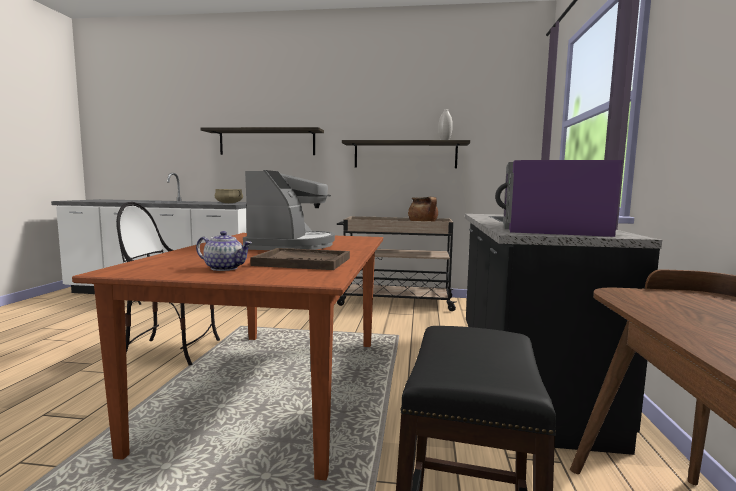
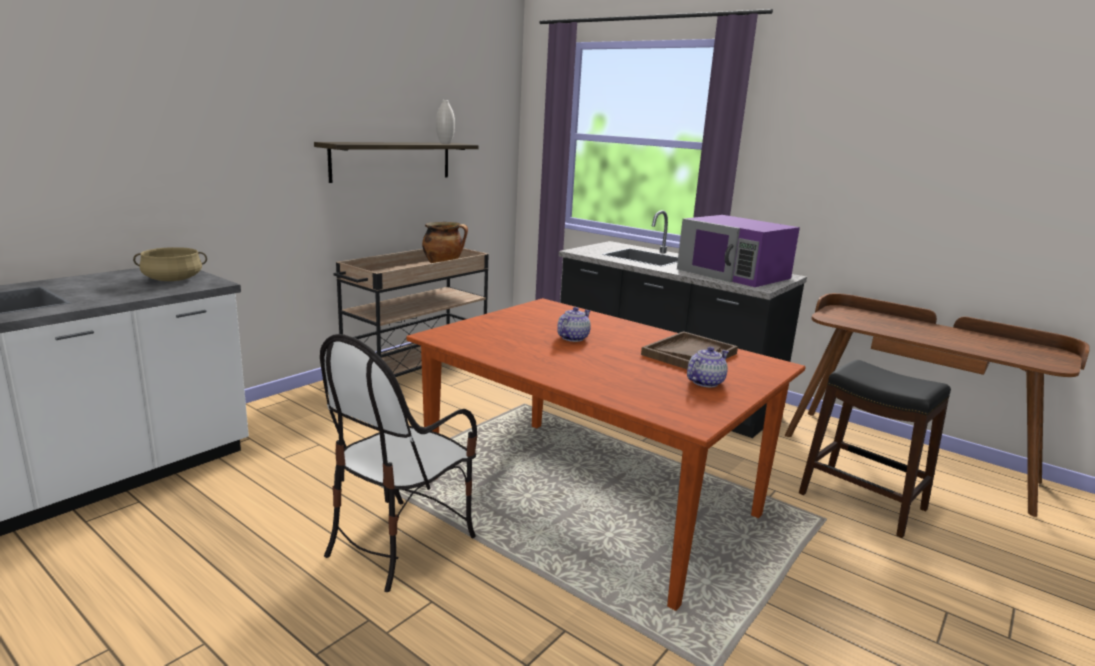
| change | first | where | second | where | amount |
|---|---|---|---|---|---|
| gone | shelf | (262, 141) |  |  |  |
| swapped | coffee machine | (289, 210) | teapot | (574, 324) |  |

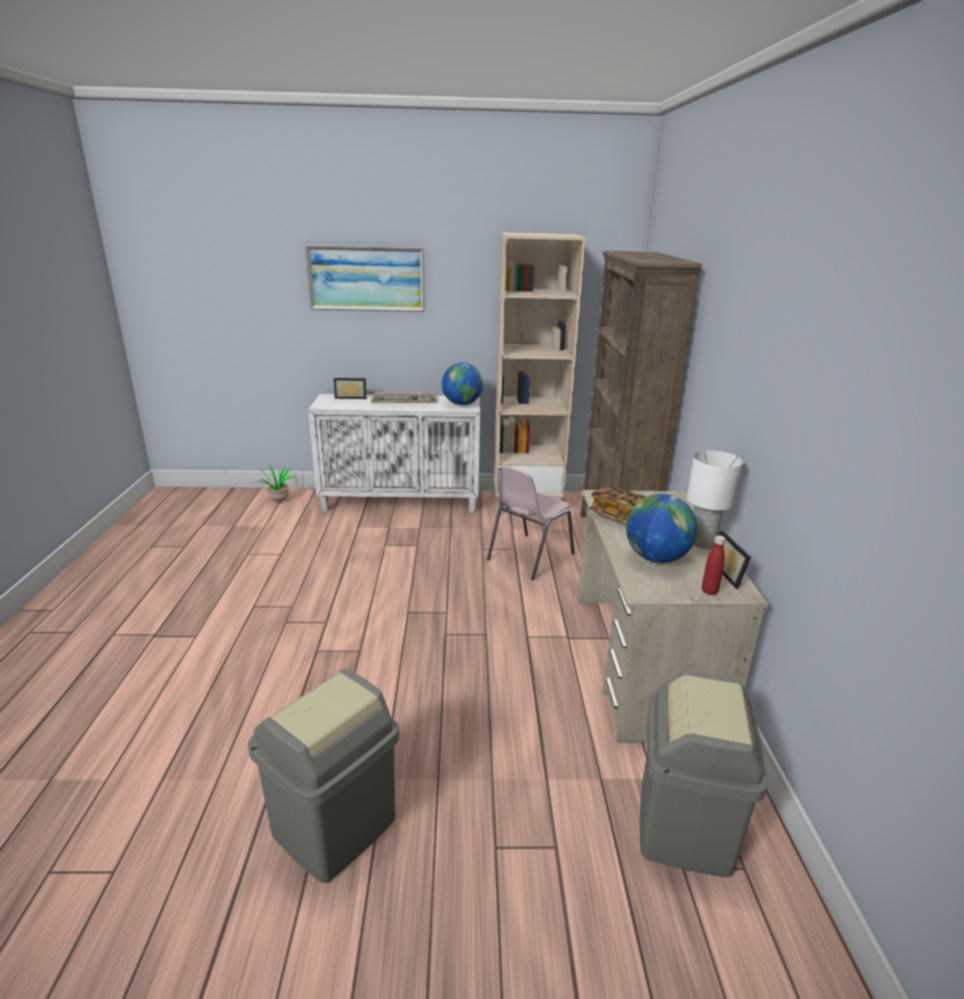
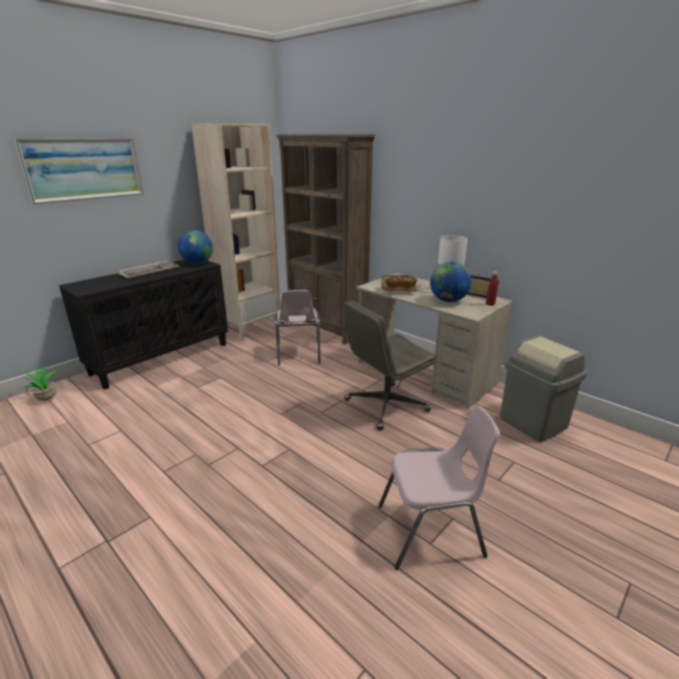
| change | first | where | second | where | amount |
|---|---|---|---|---|---|
| gone | picture frame | (350, 388) |  |  |  |
| repainted | white cabinet | (394, 453) | black cabinet | (143, 325) |  |
| swapped | grey trash can | (323, 776) | pink chair | (439, 488) |  |
| new |  |  | grey office chair | (390, 365) |  |

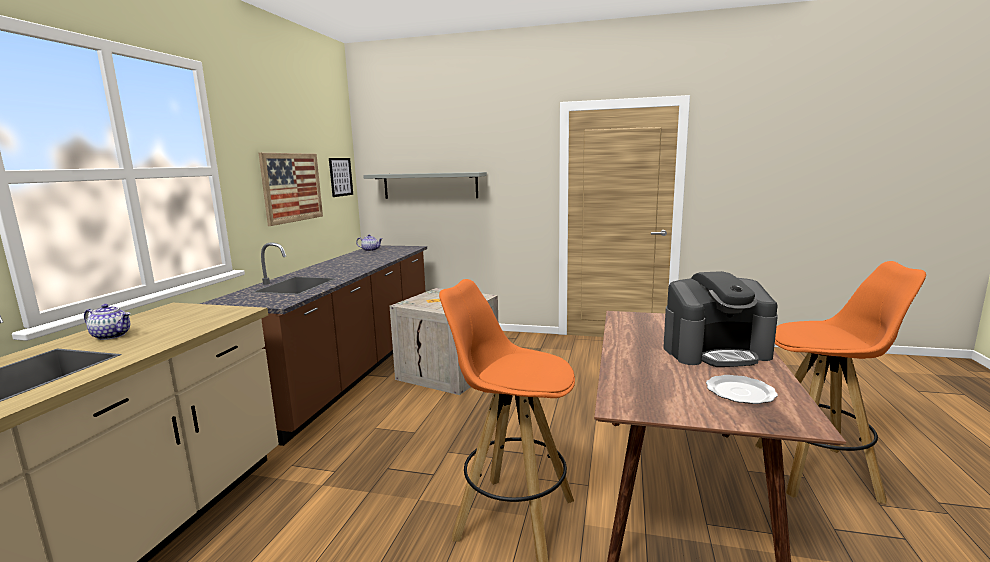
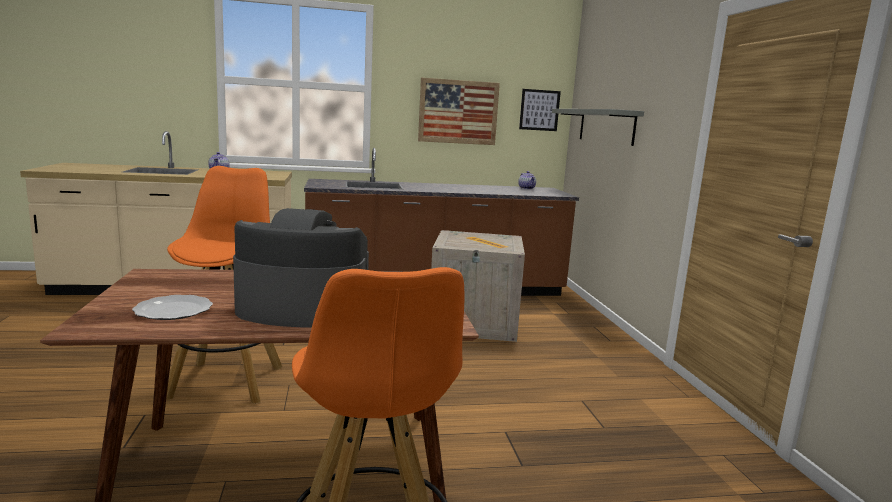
| change | first | where | second | where | amount |
|---|---|---|---|---|---|
| rotated | coffee machine | (720, 319) |  | (301, 268) | 120 degrees clockwise |

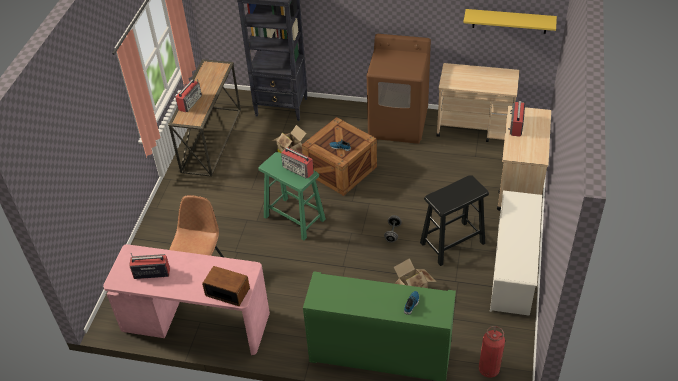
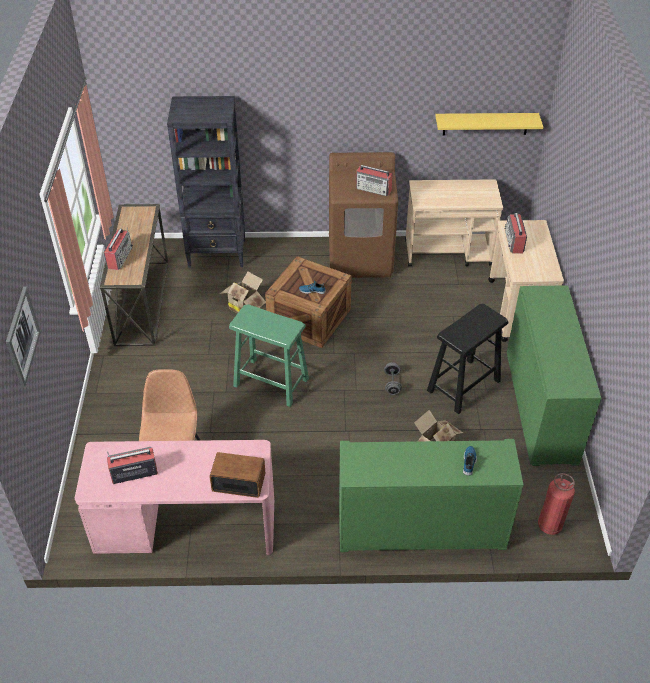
| change | first | where | second | where | amount |
|---|---|---|---|---|---|
| shifted | radio | (297, 162) |  | (374, 180) |  |
| swapped | white shoe rack | (516, 253) | green cabinet | (554, 375) |  |
| new |  |  | picture | (23, 337) |  |

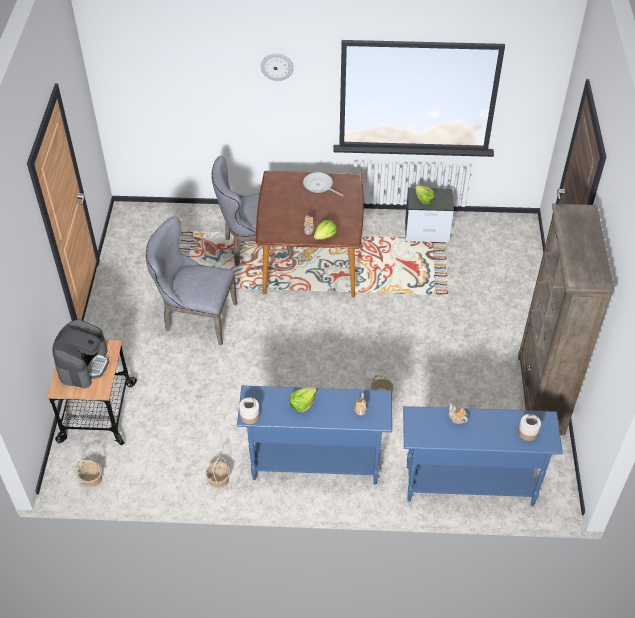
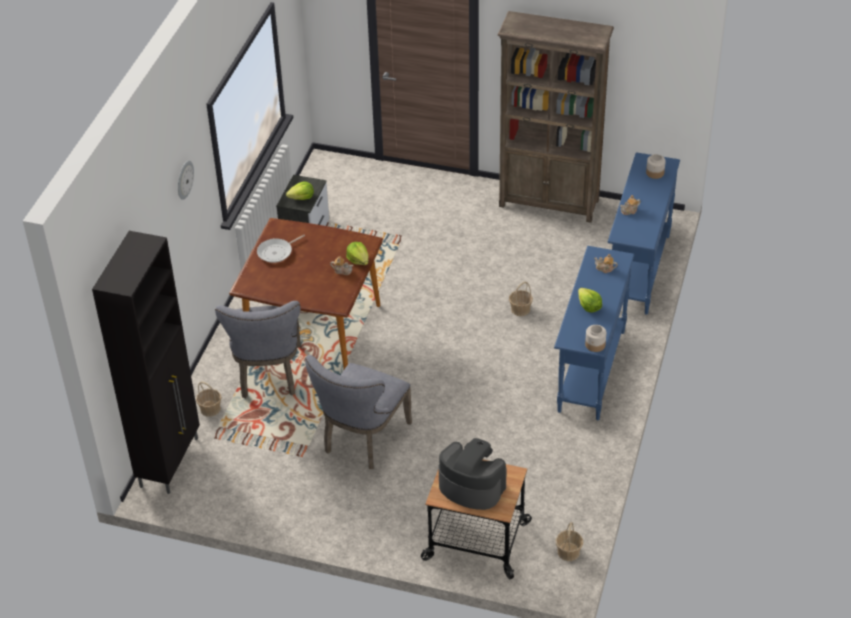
| change | first | where | second | where | amount |
|---|---|---|---|---|---|
| shifted | basket | (218, 472) |  | (209, 399) |  |
| new |  |  | black cabinet | (146, 362) |  |

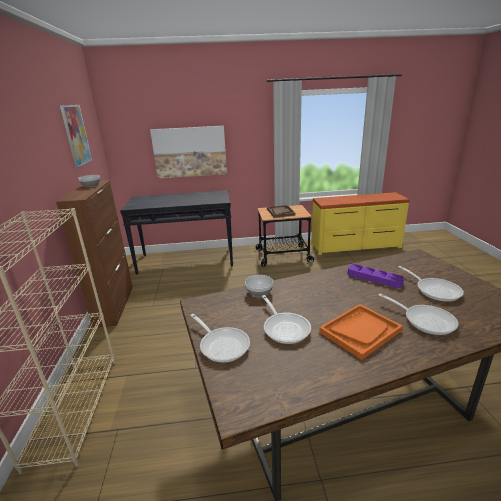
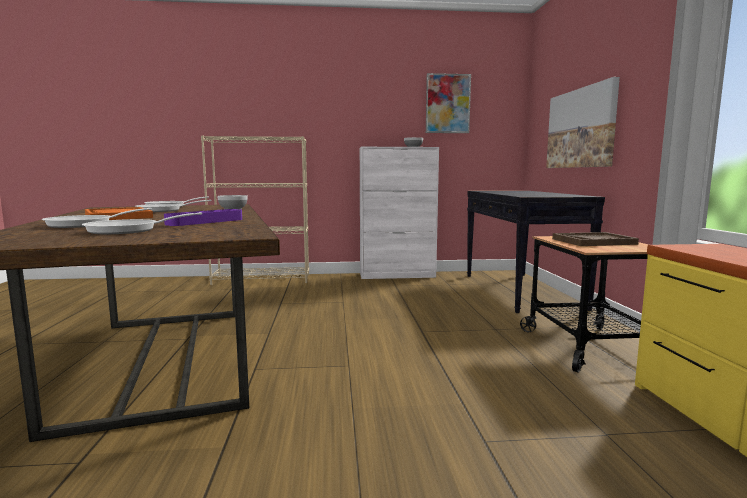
| change | first | where | second | where | amount |
|---|---|---|---|---|---|
| repainted | brown cabinet | (94, 254) | white cabinet | (399, 213) |  |

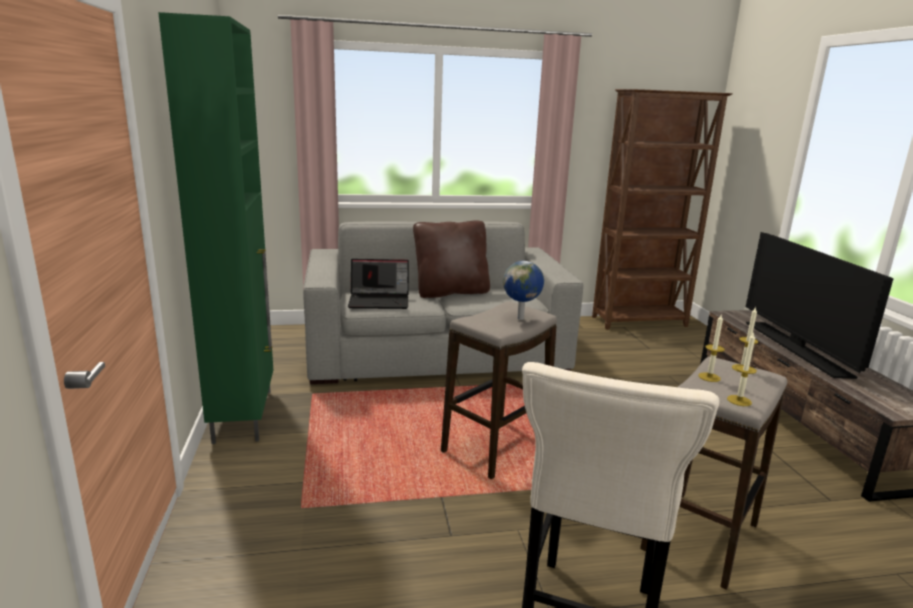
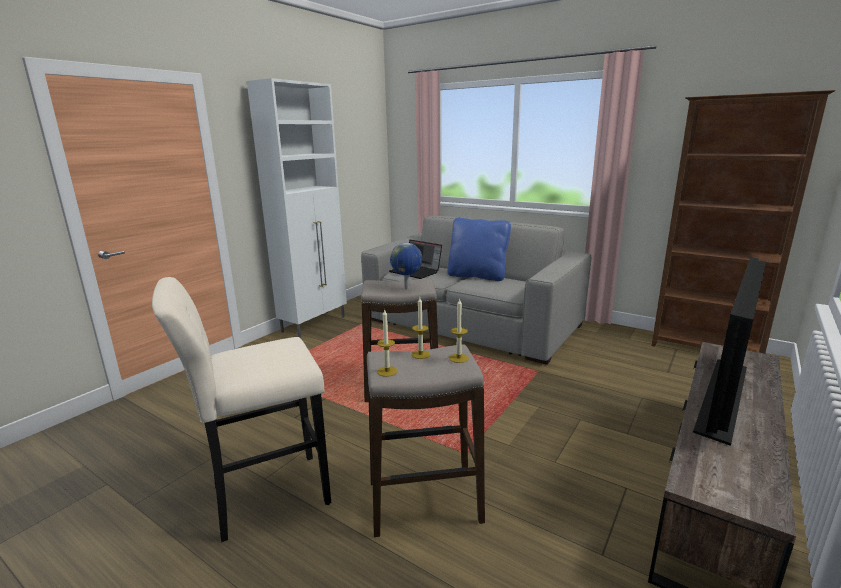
| change | first | where | second | where | amount |
|---|---|---|---|---|---|
| repainted | green cabinet | (215, 228) | white cabinet | (297, 208) |  |
| repainted | brown pillow | (451, 259) | blue pillow | (479, 249) |  |

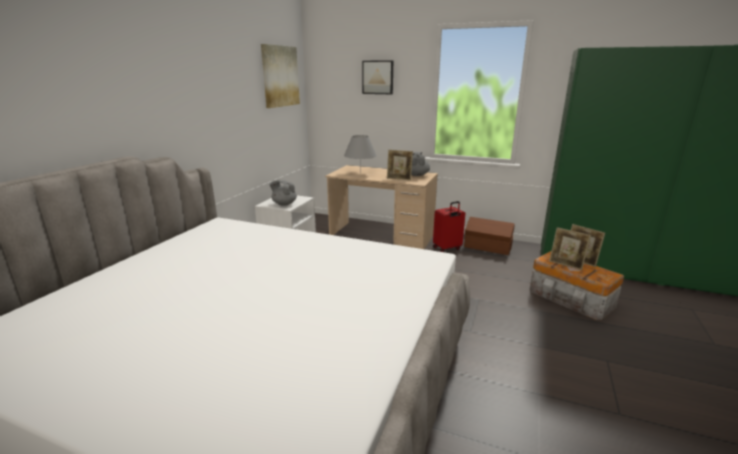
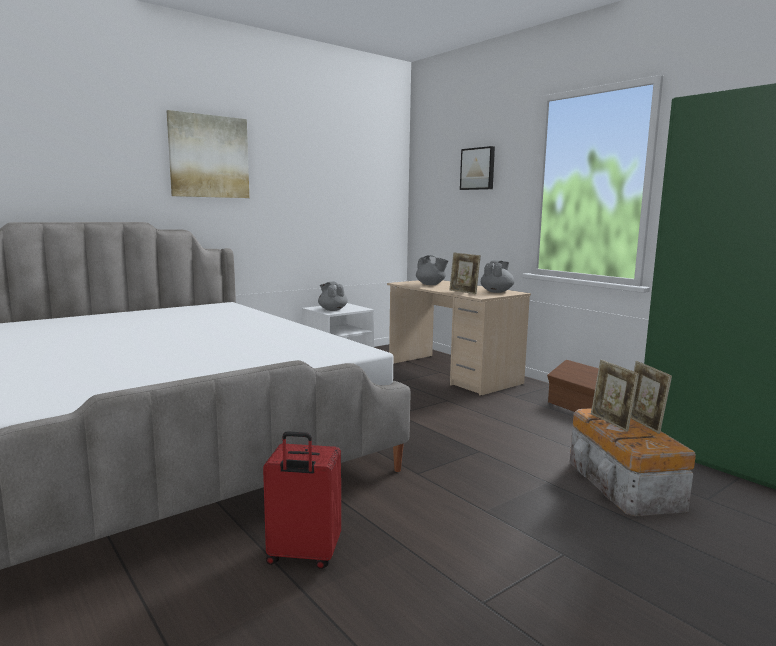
| change | first | where | second | where | amount |
|---|---|---|---|---|---|
| shifted | picture | (280, 76) |  | (208, 154) |  |
| swapped | grey table lamp | (360, 154) | grey teapot | (432, 270) |  |
| shifted | red suitcase | (449, 226) |  | (302, 500) |  |

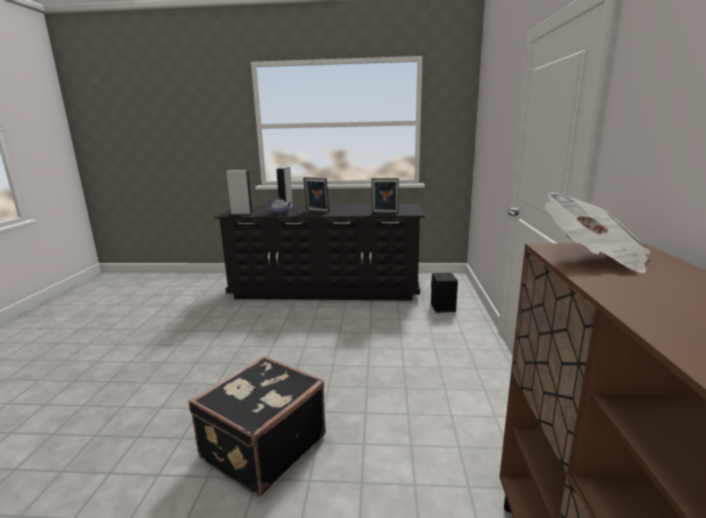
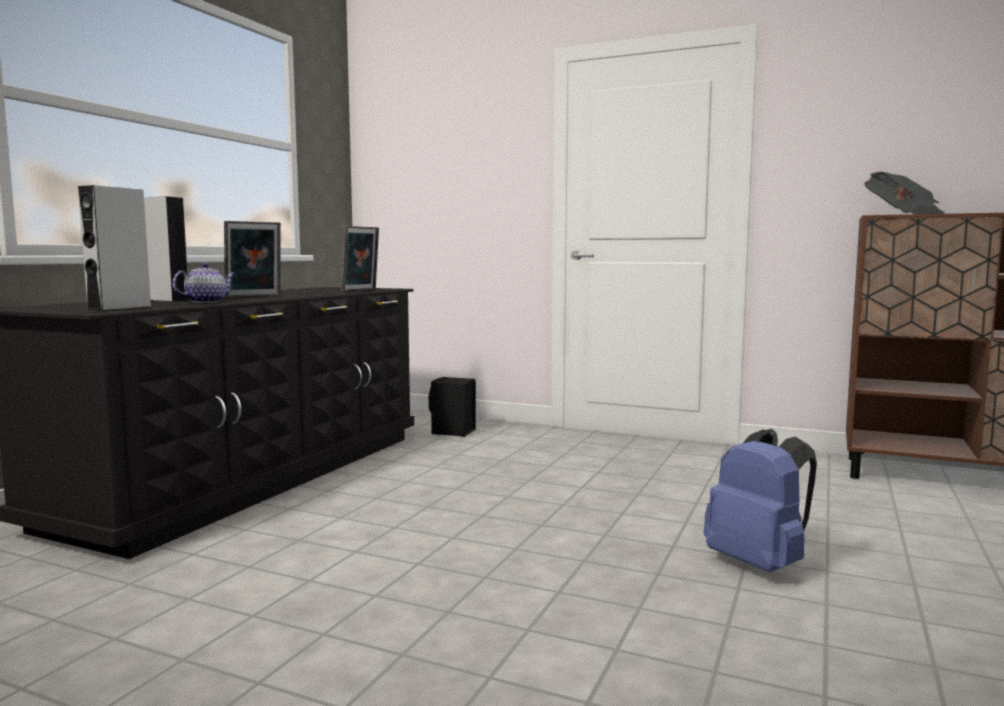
| change | first | where | second | where | amount |
|---|---|---|---|---|---|
| swapped | black suitcase | (257, 426) | blue backpack | (760, 500) |  |

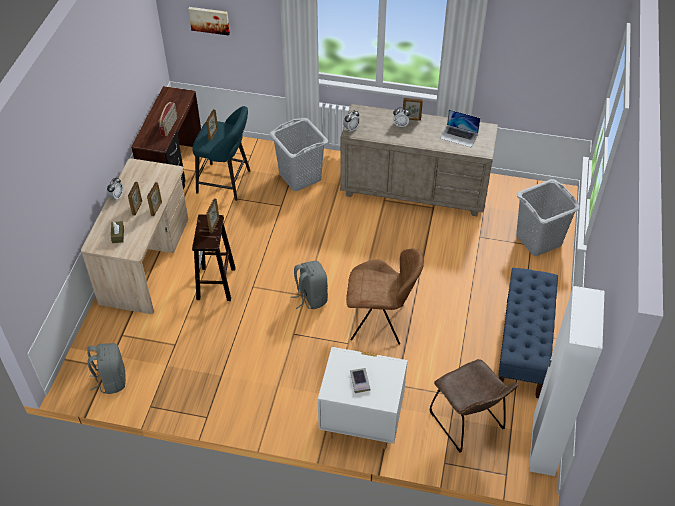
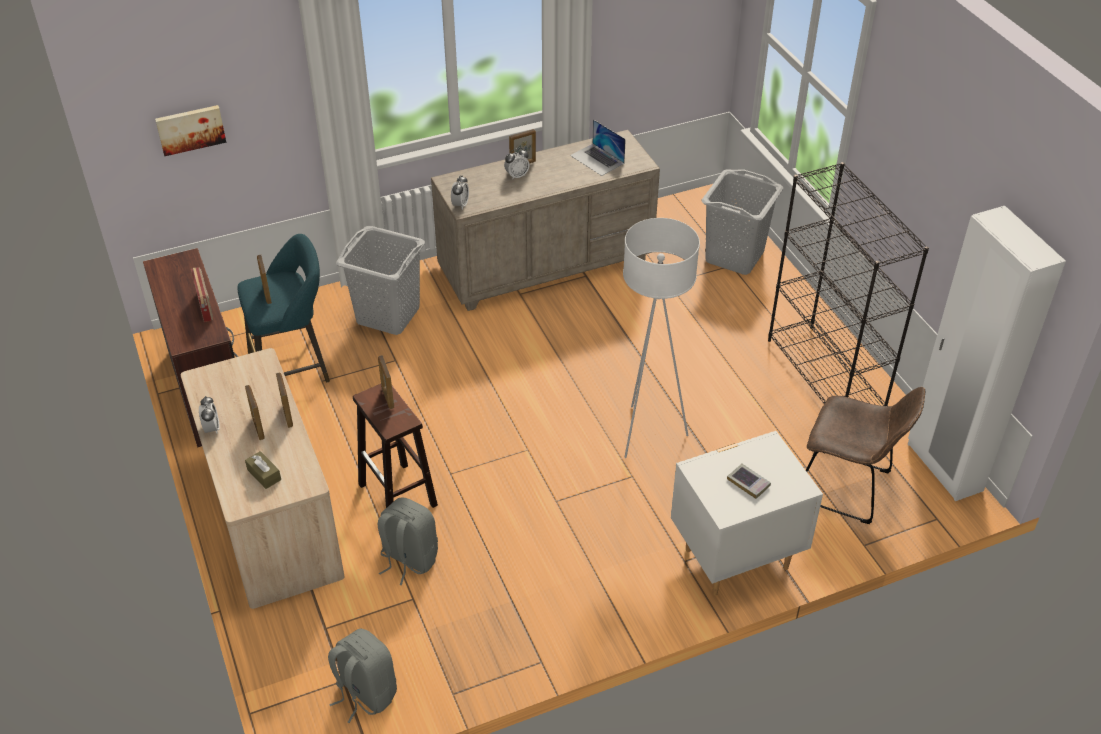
| change | first | where | second | where | amount |
|---|---|---|---|---|---|
| rotated | laptop | (460, 128) |  | (598, 147) | 60 degrees clockwise |
| swapped | brown chair | (385, 297) | white floor lamp | (661, 338) |  |
| shifted | grey backpack | (309, 285) |  | (408, 541) |  |
| swapped | blue bench | (528, 333) | black bookcase | (848, 284) |  |

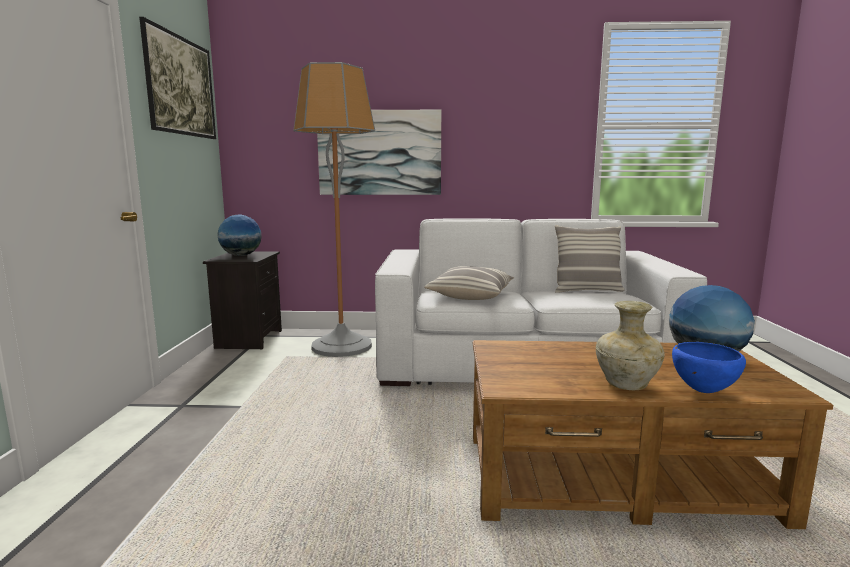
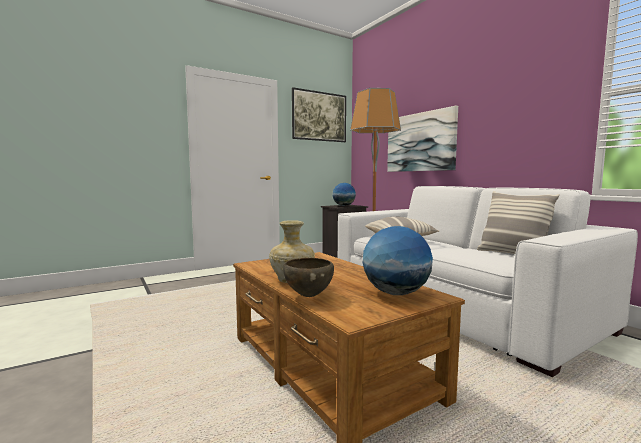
| change | first | where | second | where | amount |
|---|---|---|---|---|---|
| repainted | blue bowl | (709, 367) | brown bowl | (308, 277) |  |

